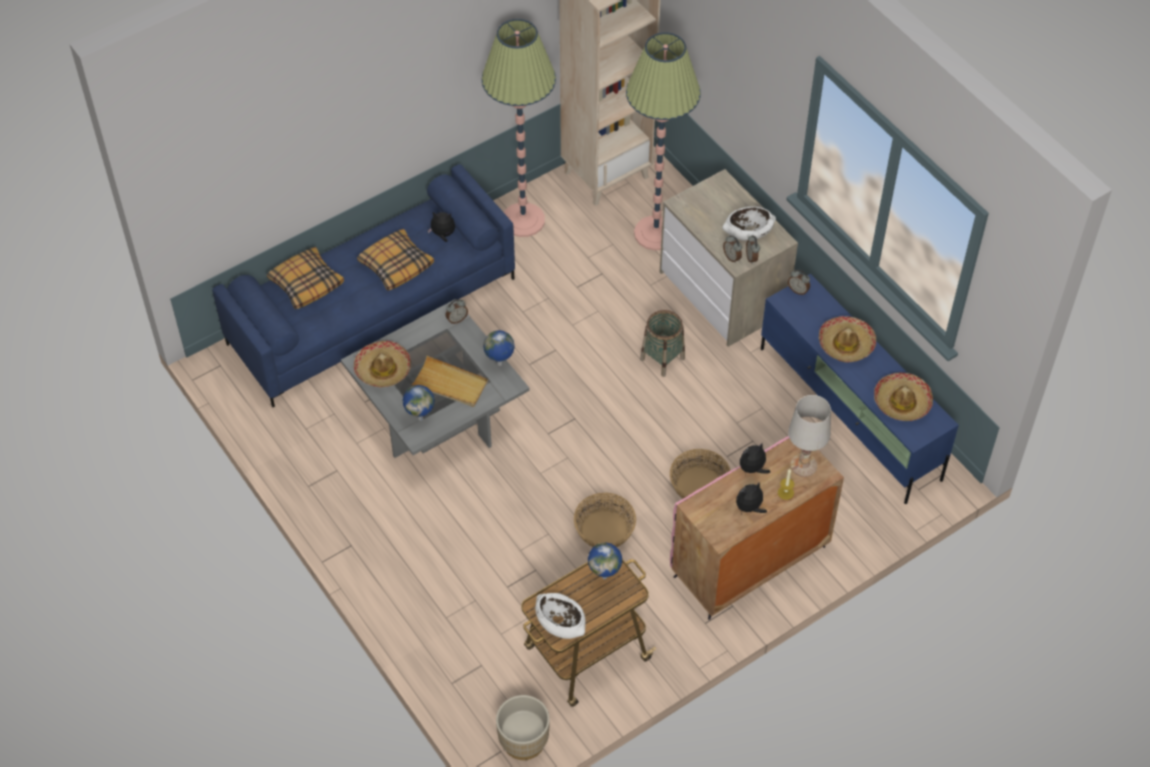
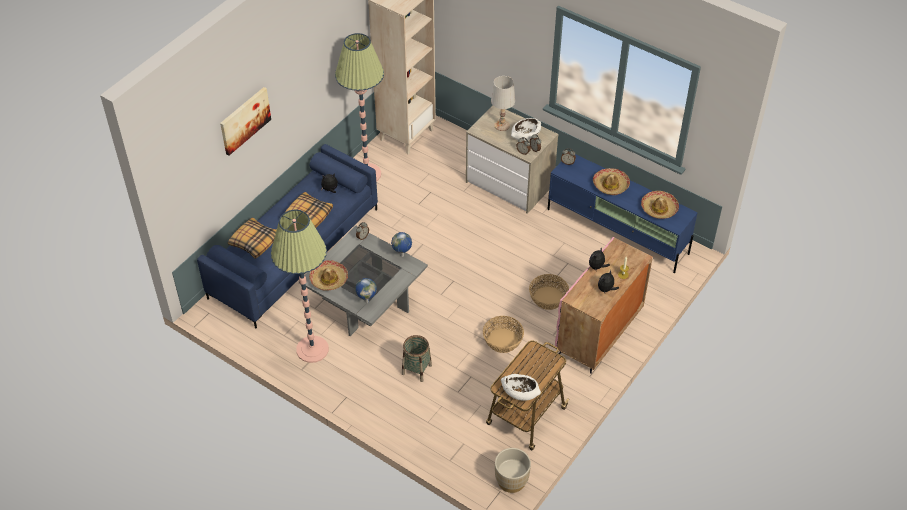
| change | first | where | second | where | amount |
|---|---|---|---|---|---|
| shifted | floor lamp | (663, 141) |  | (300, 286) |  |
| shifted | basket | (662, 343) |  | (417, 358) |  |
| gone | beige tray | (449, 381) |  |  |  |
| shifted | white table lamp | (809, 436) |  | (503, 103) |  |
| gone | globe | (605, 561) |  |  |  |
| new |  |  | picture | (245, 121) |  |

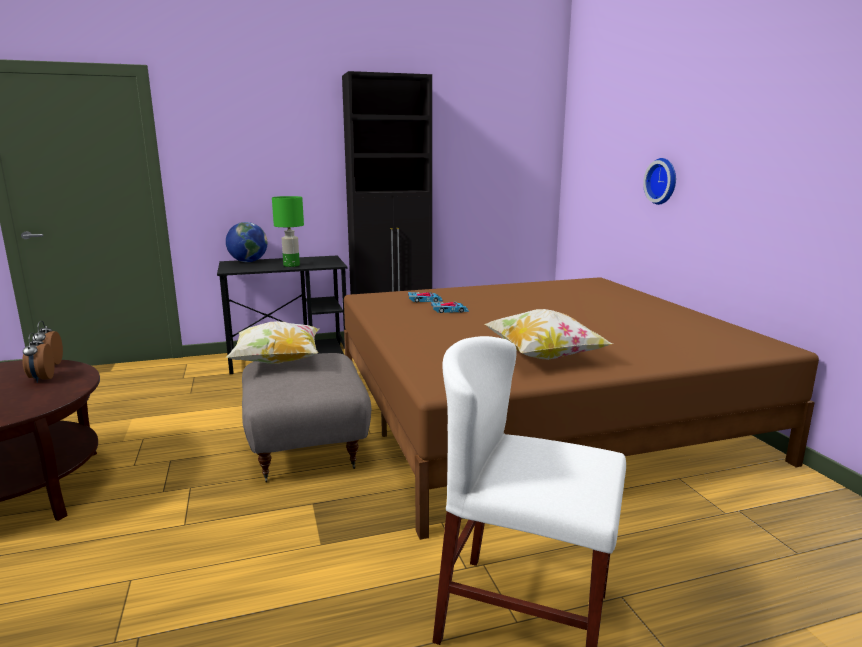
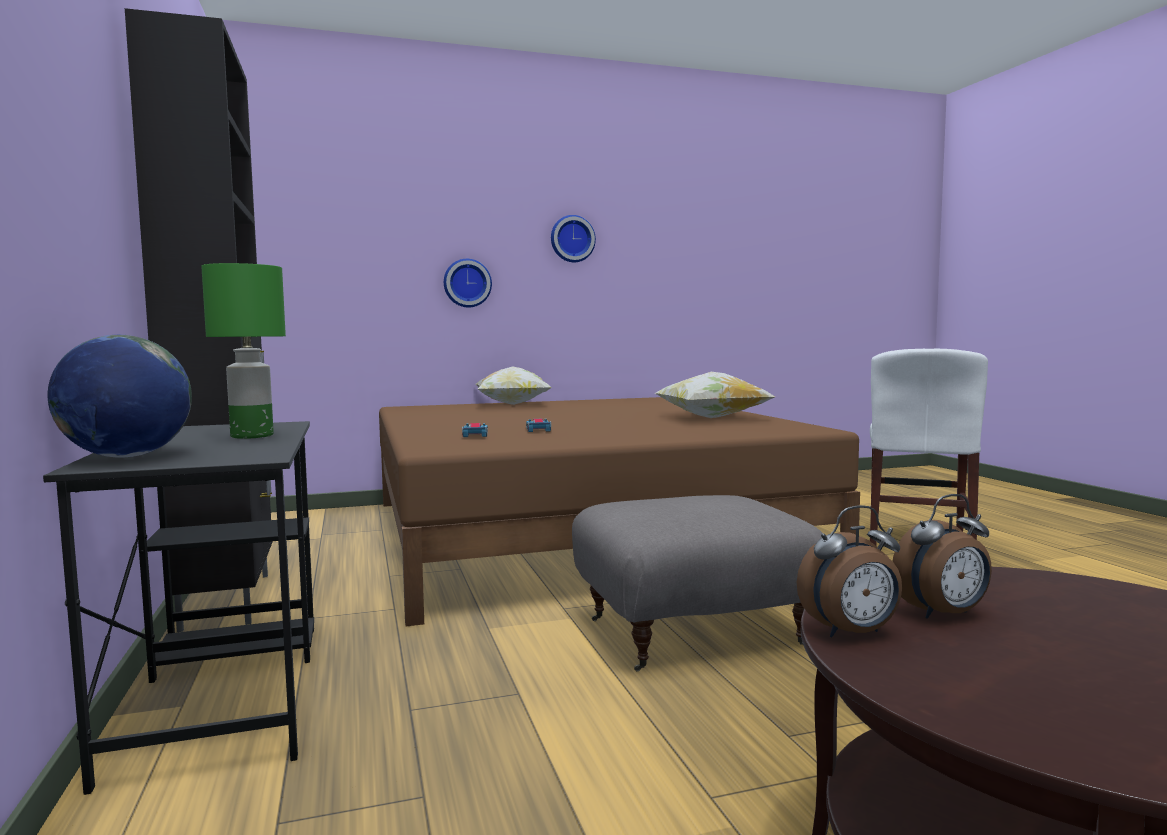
| change | first | where | second | where | amount |
|---|---|---|---|---|---|
| shifted | pillow | (272, 342) |  | (514, 385) |  |
| new |  |  | wall clock | (573, 238) |  |

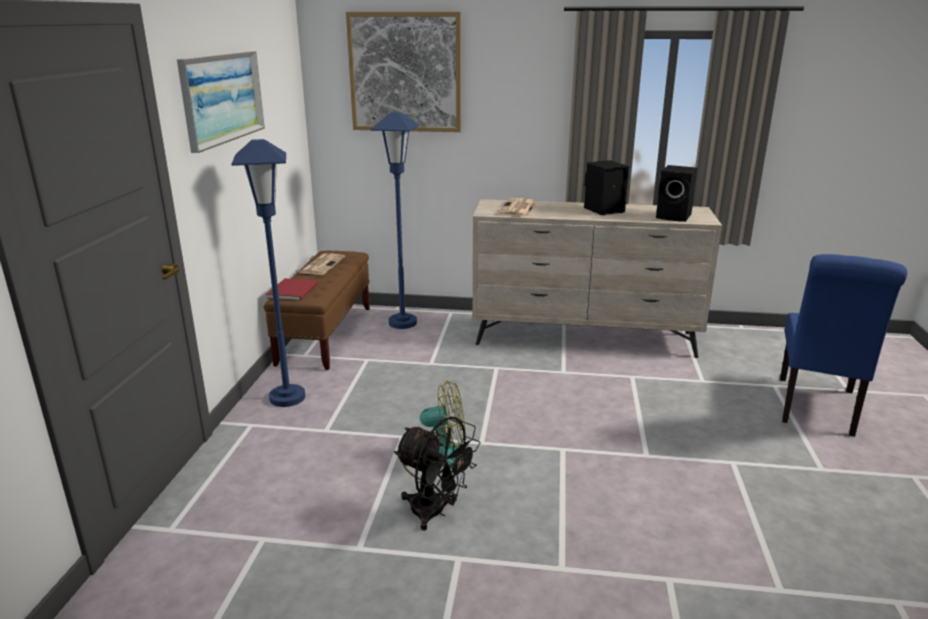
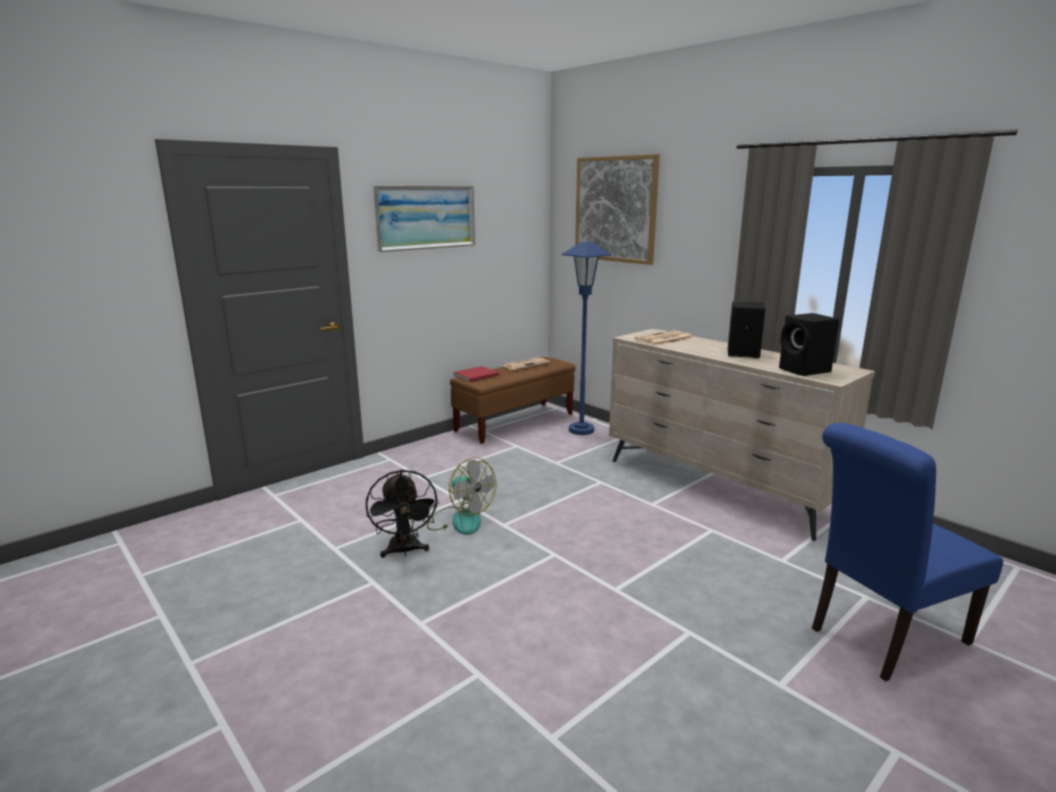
| change | first | where | second | where | amount |
|---|---|---|---|---|---|
| gone | blue floor lamp | (268, 273) |  |  |  |

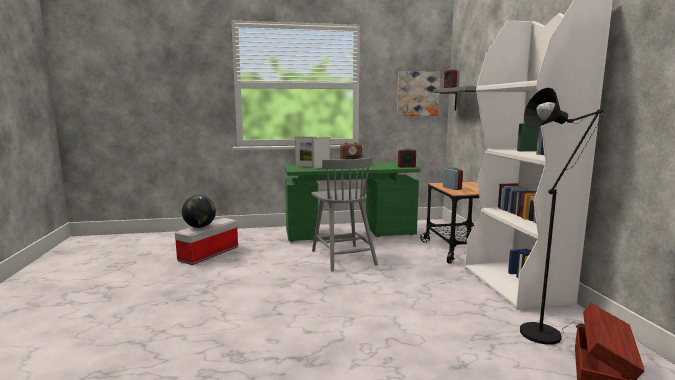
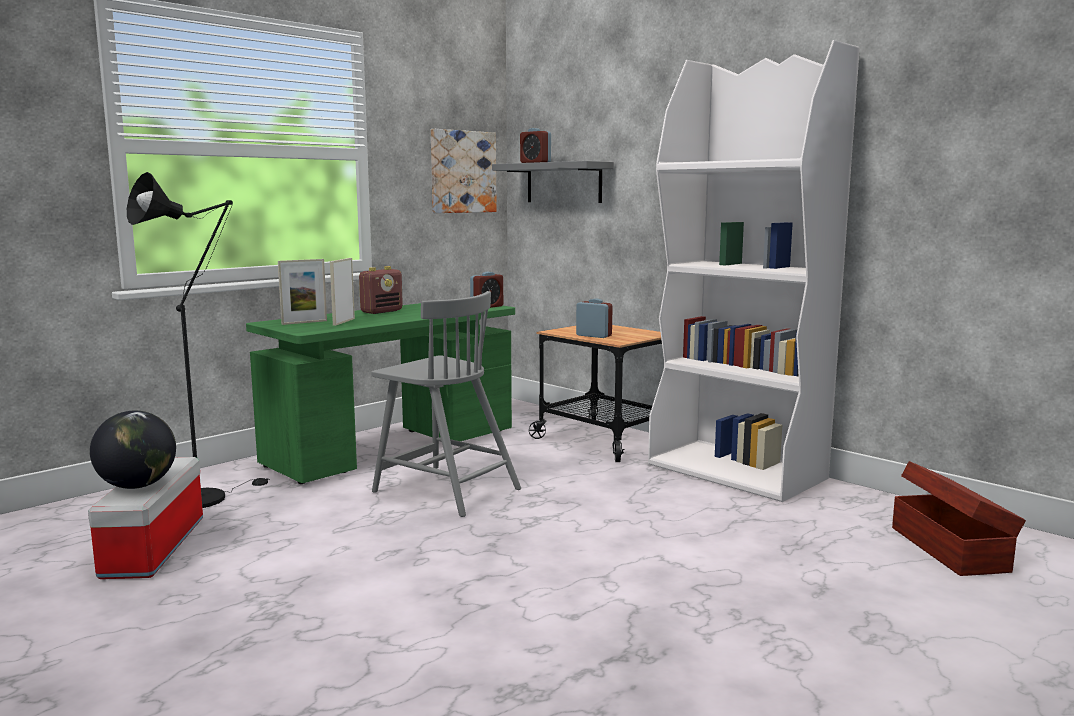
| change | first | where | second | where | amount |
|---|---|---|---|---|---|
| shifted | black floor lamp | (562, 216) |  | (198, 340) |  |

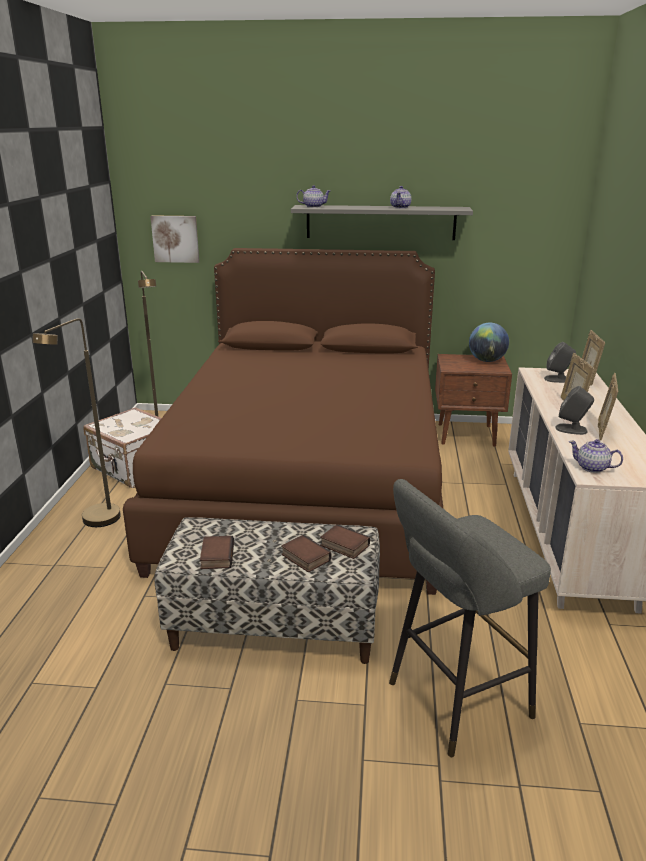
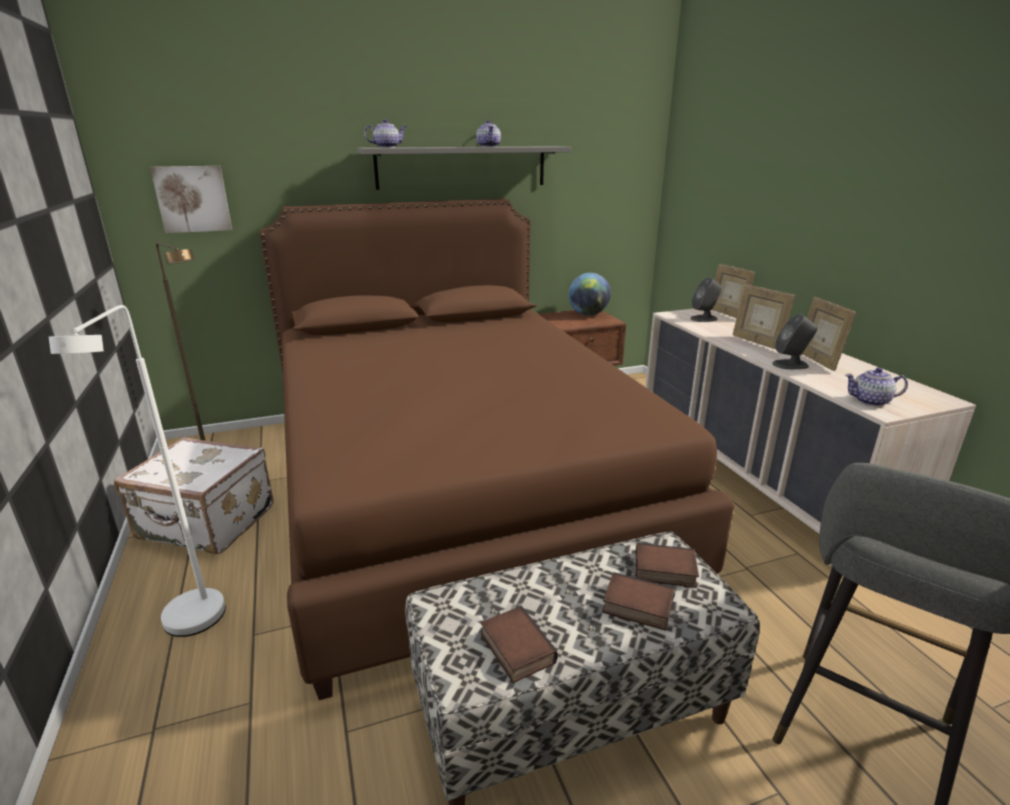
| change | first | where | second | where | amount |
|---|---|---|---|---|---|
| repainted | brown floor lamp | (76, 422) | white floor lamp | (137, 471) |  |

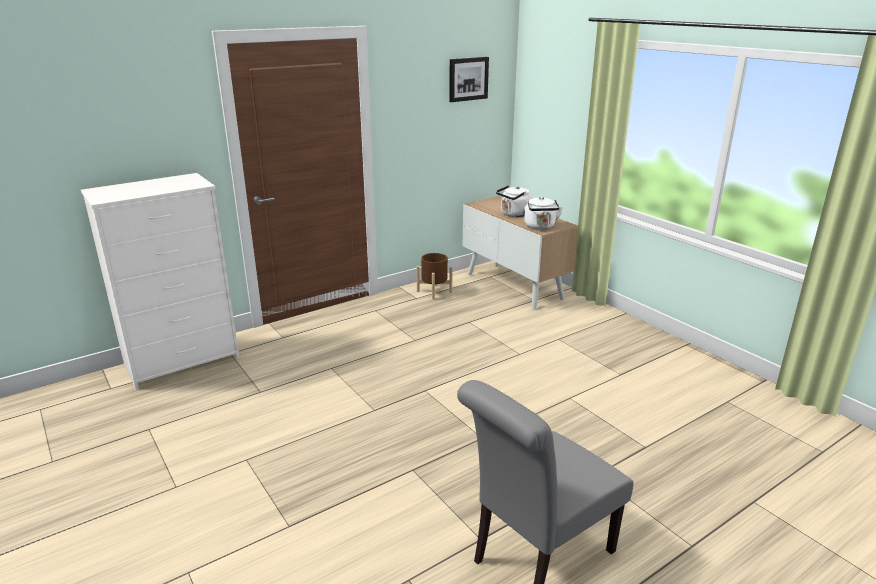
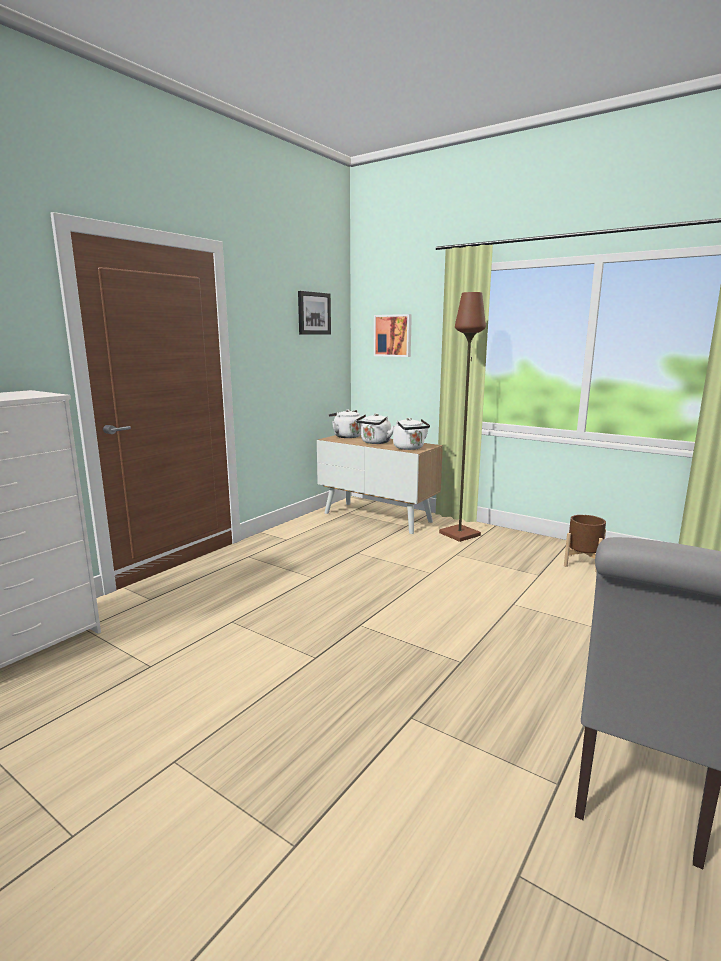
| change | first | where | second | where | amount |
|---|---|---|---|---|---|
| shifted | brown planter | (434, 276) |  | (585, 544) |  |
| new |  |  | brown floor lamp | (462, 417) |  |
| new |  |  | picture | (393, 335) |  |
| new |  |  | white kettle | (345, 423) |  |

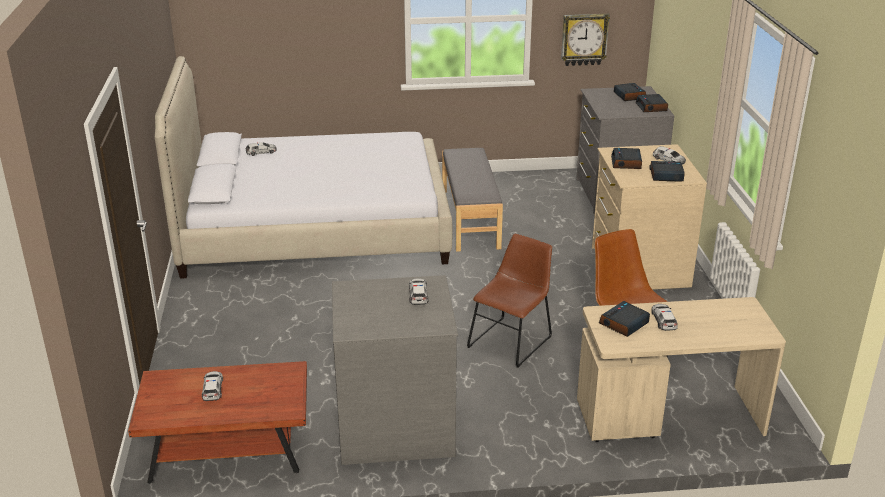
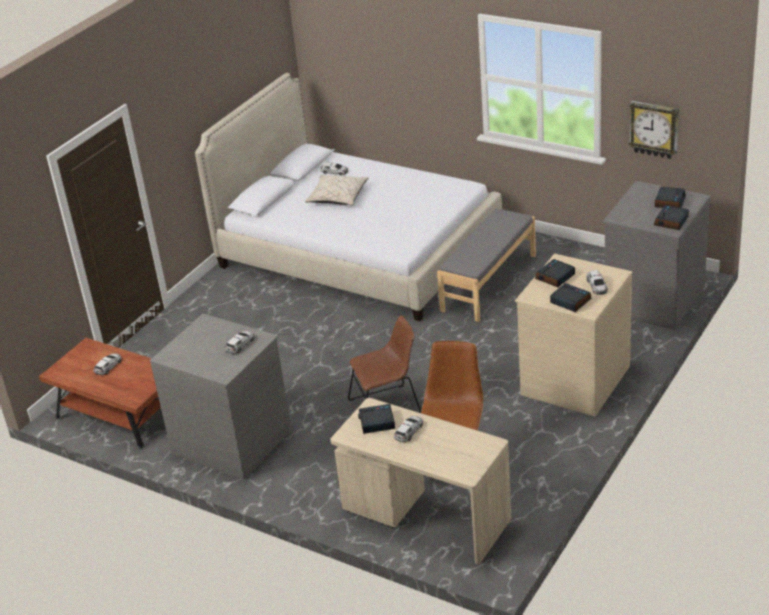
| change | first | where | second | where | amount |
|---|---|---|---|---|---|
| new |  |  | beige pillow | (336, 190) |  |

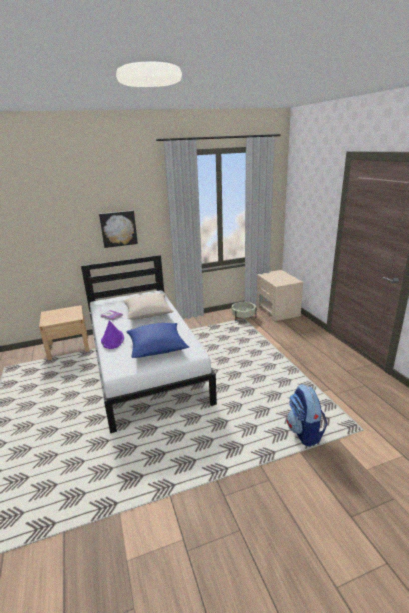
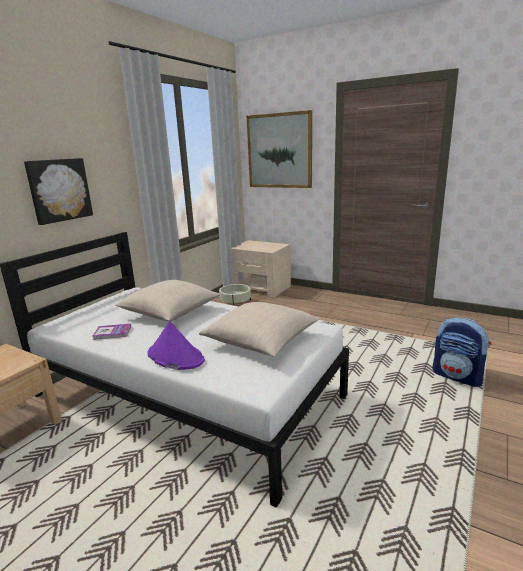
| change | first | where | second | where | amount |
|---|---|---|---|---|---|
| repainted | blue pillow | (157, 340) | beige pillow | (259, 329) |  |
| new |  |  | picture | (279, 149) |  |

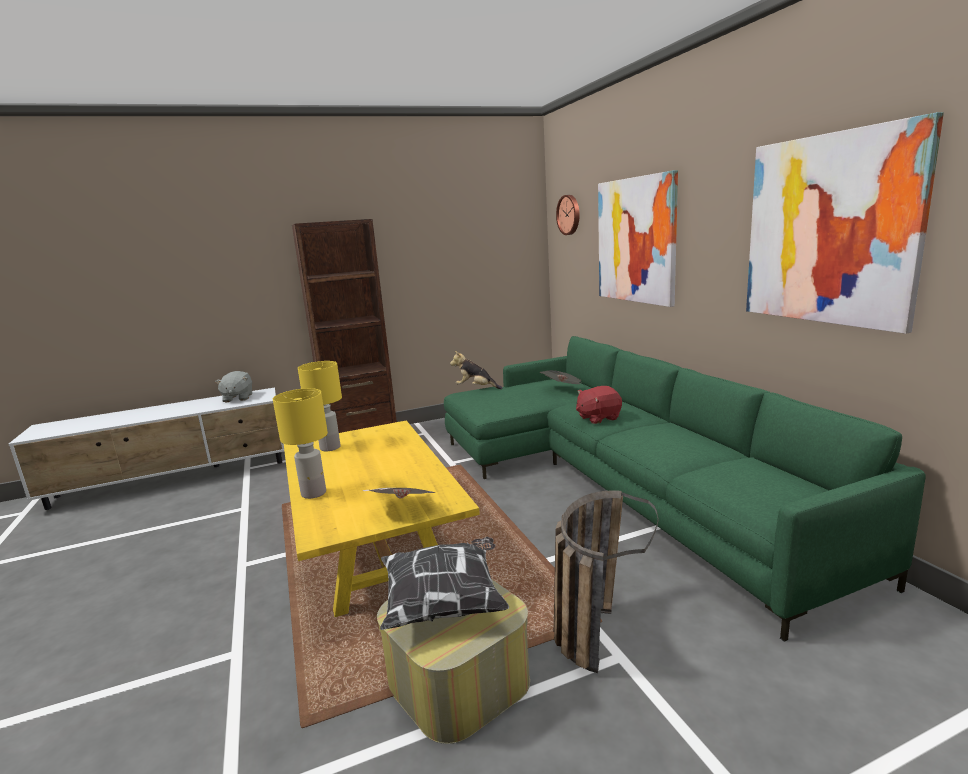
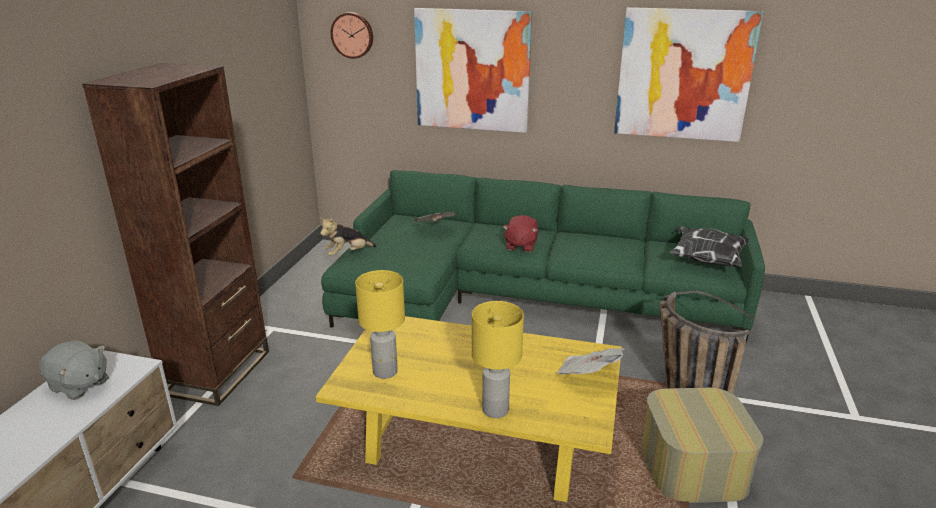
| change | first | where | second | where | amount |
|---|---|---|---|---|---|
| shifted | pillow | (444, 583) |  | (709, 246) |  |

